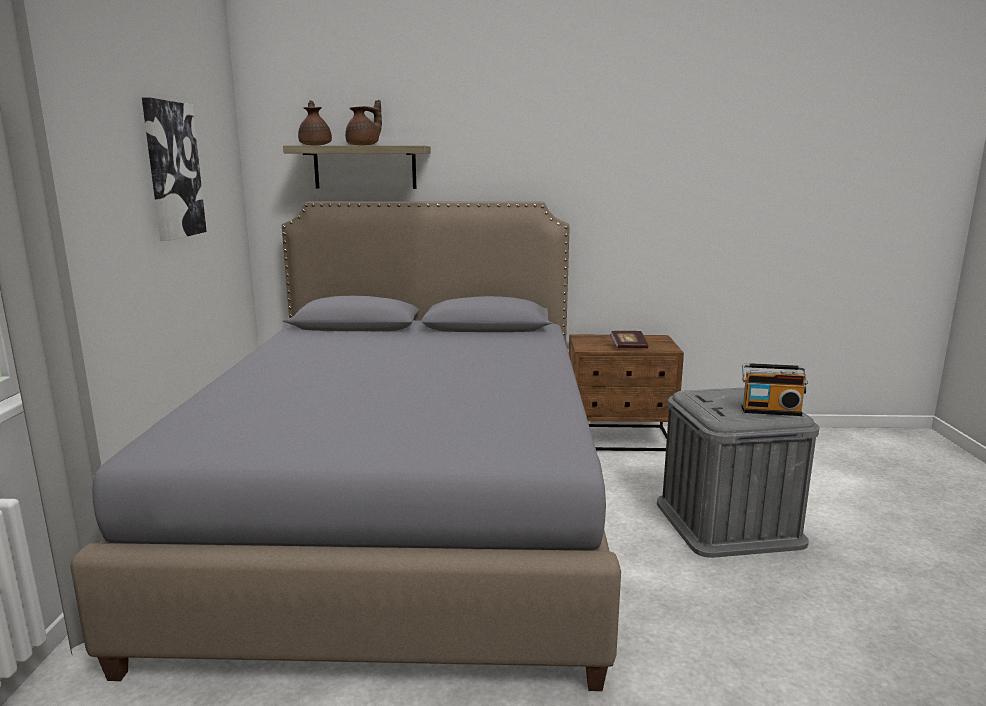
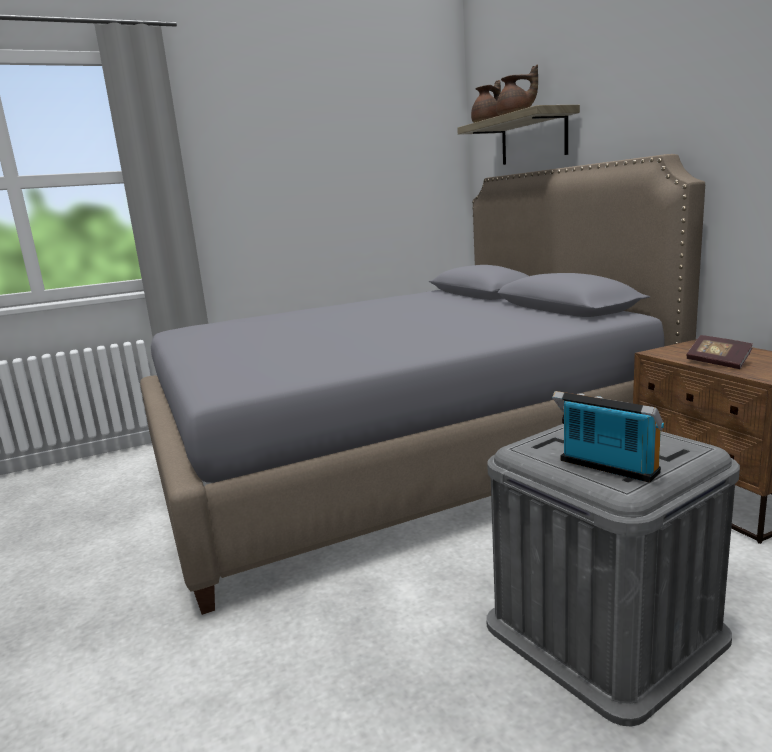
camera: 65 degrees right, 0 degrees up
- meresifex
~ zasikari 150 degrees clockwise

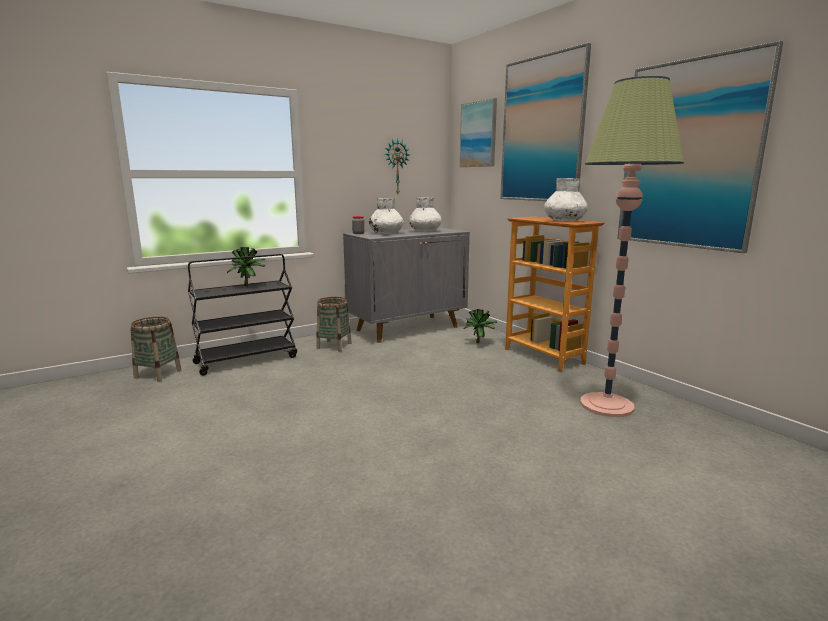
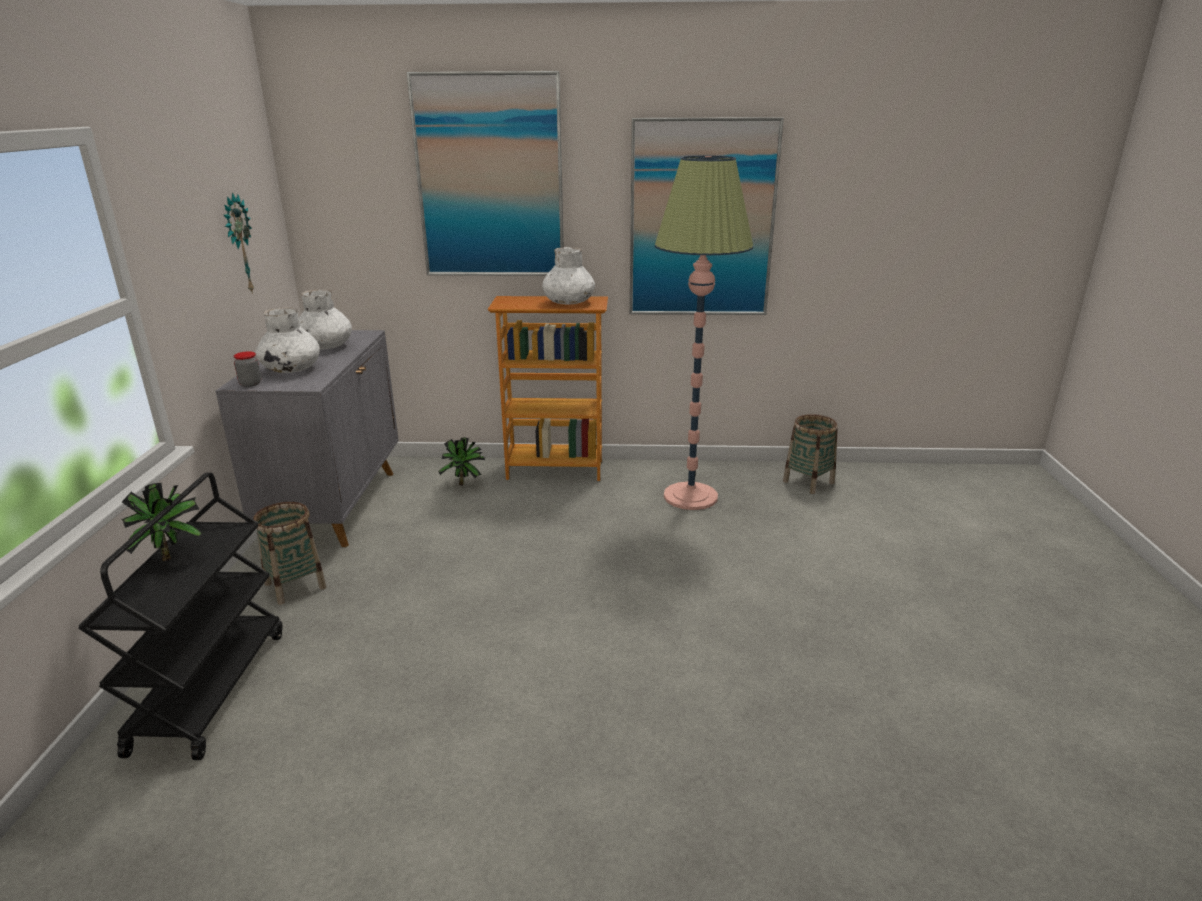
camera: 55 degrees left, 10 degrees up
~ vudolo (1st from left in the first image) to vudolo (2nd from left)
- meresifex (1st from left)

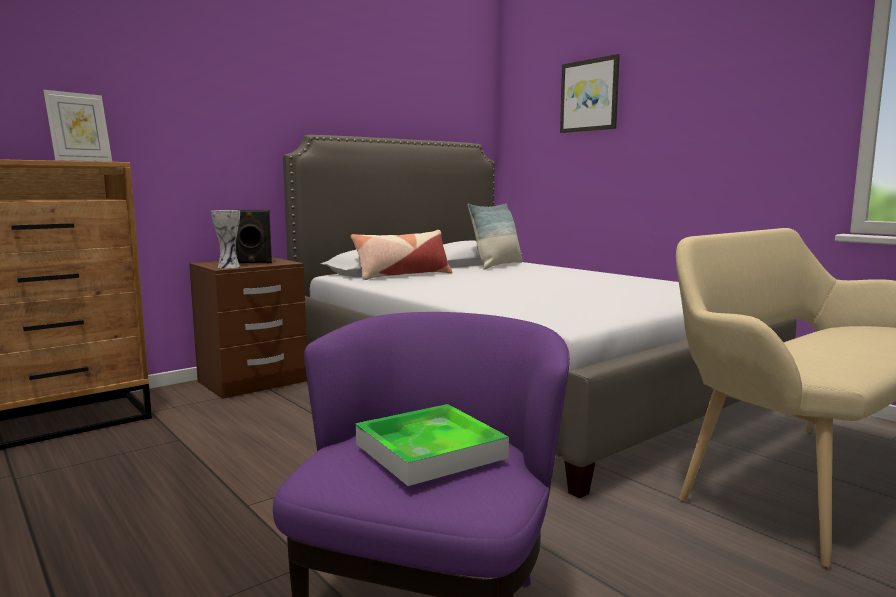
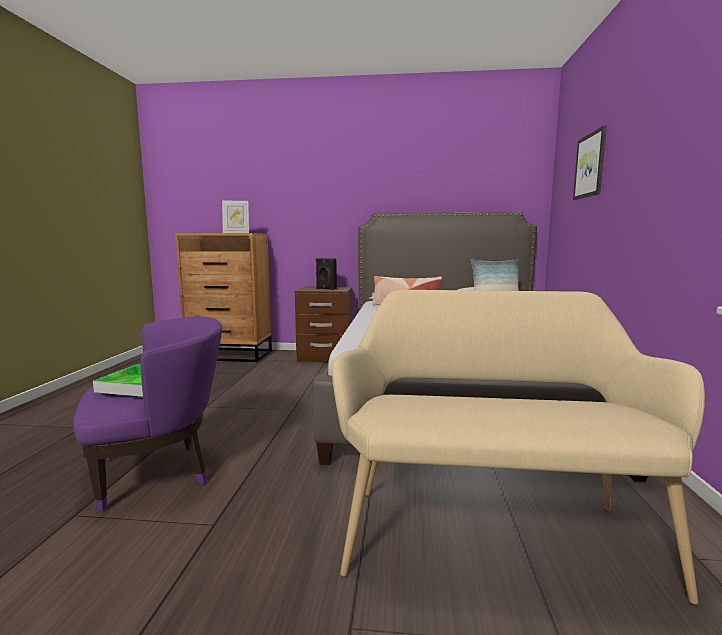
camera: 45 degrees right, 0 degrees up
- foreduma

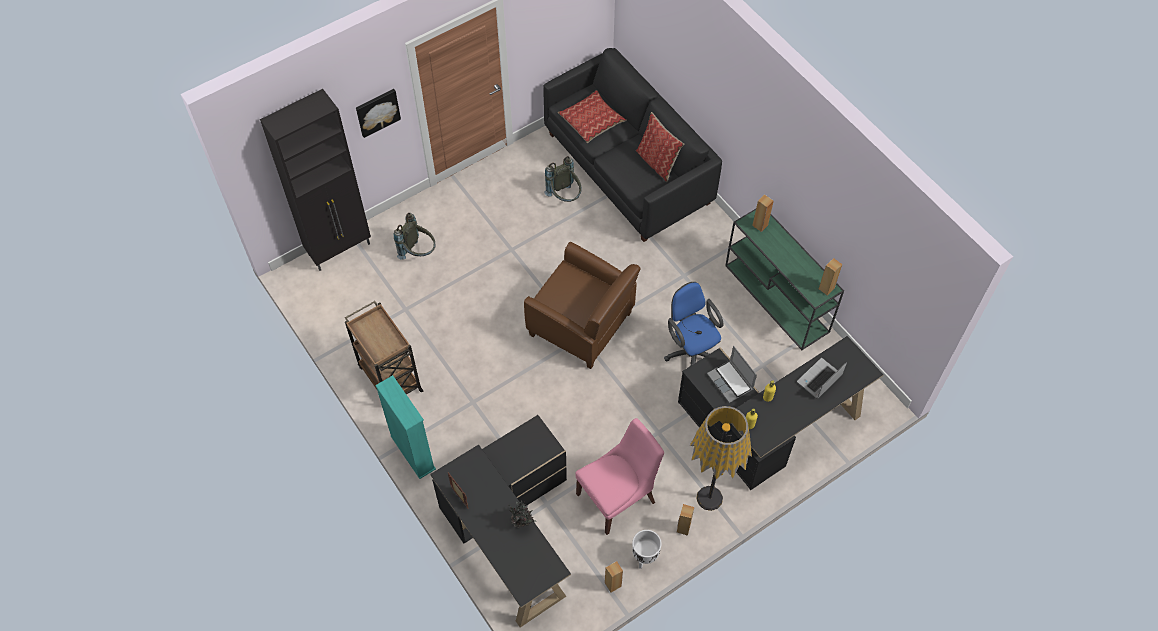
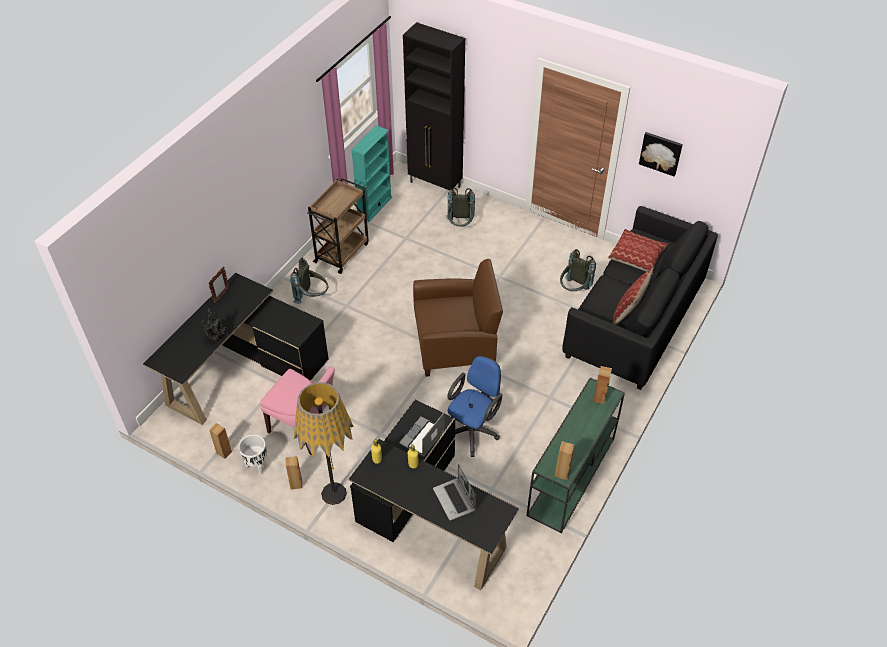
camera: 65 degrees right, 10 degrees down
~ meresifex
~ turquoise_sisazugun
~ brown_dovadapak 105 degrees counterclockwise
~ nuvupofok (2nd from left) 135 degrees counterclockwise
+ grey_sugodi (1st from left)

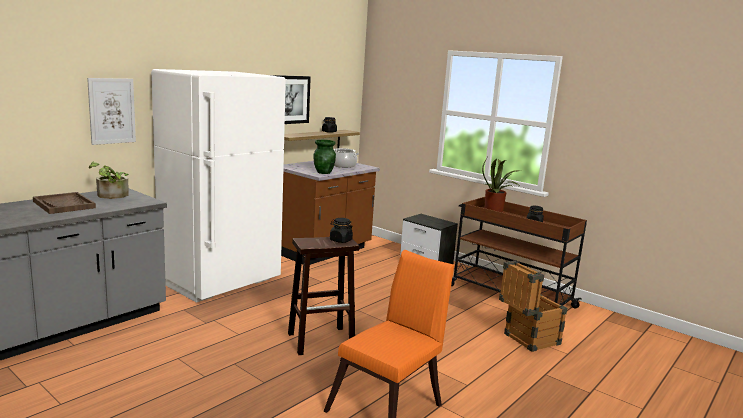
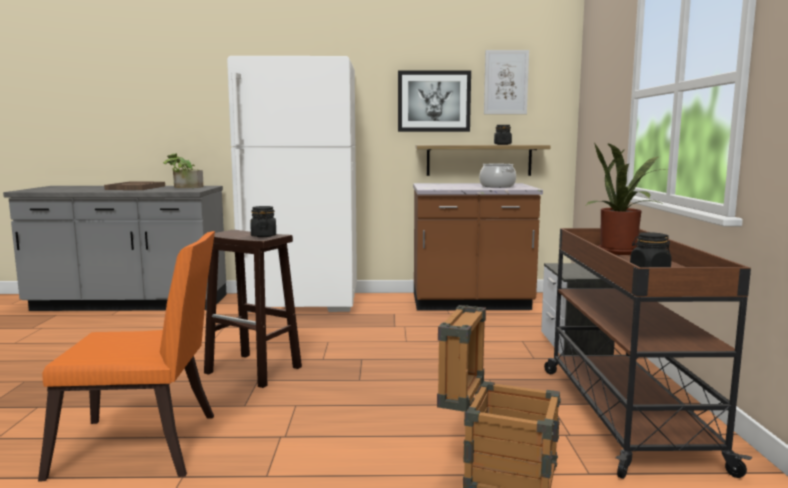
camera: 50 degrees right, 5 degrees down
~ meresifex (1st from left in the first image) to meresifex (2nd from left)
- green_foreduma

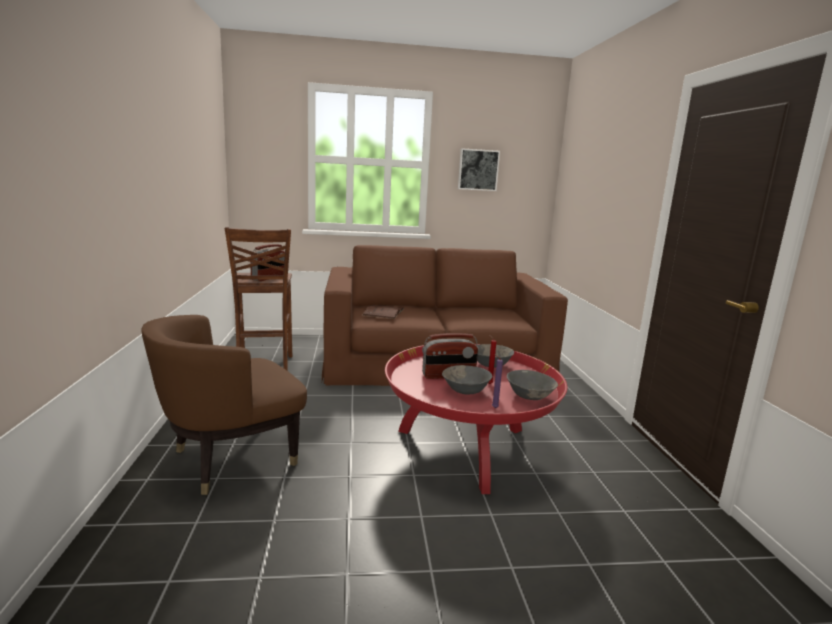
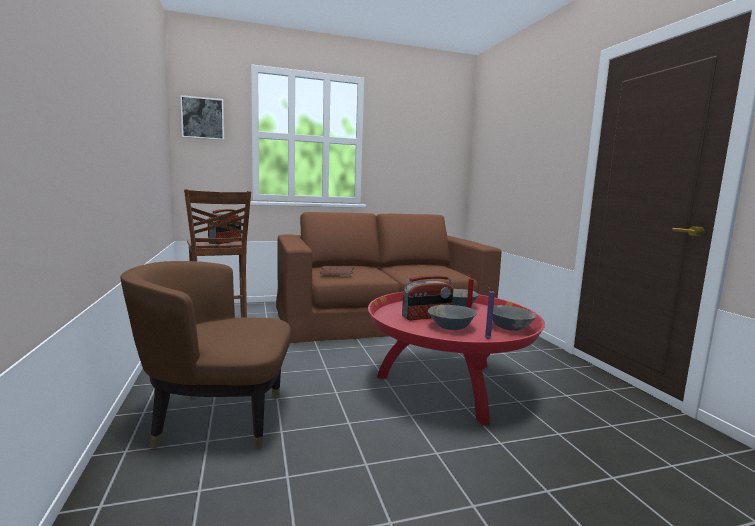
camera: 10 degrees left, 5 degrees down
~ brown_dovadapak 45 degrees clockwise
~ meresifex

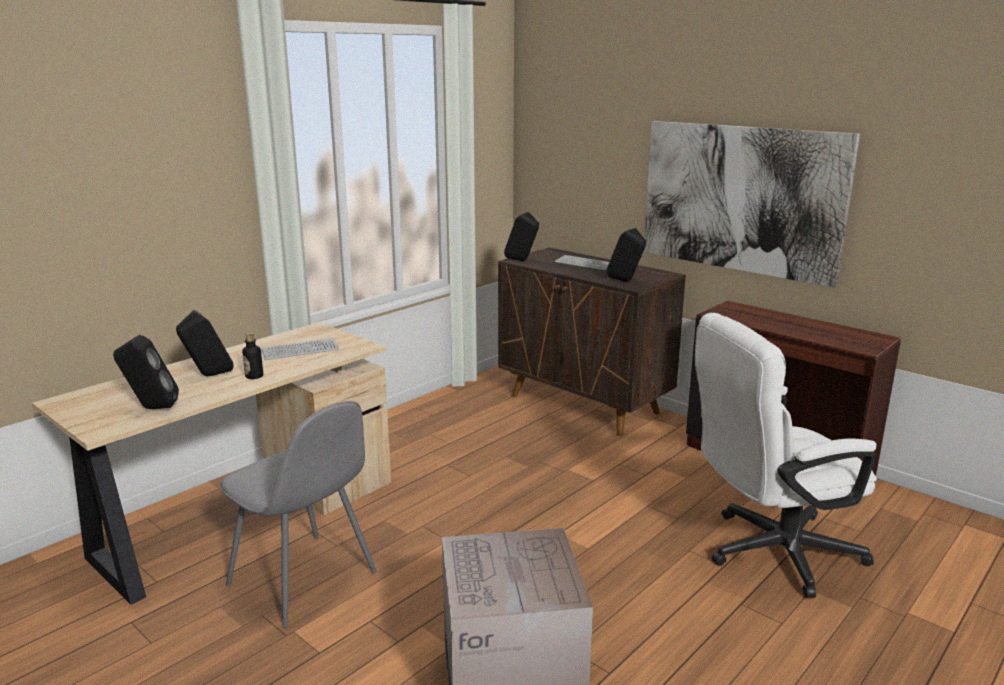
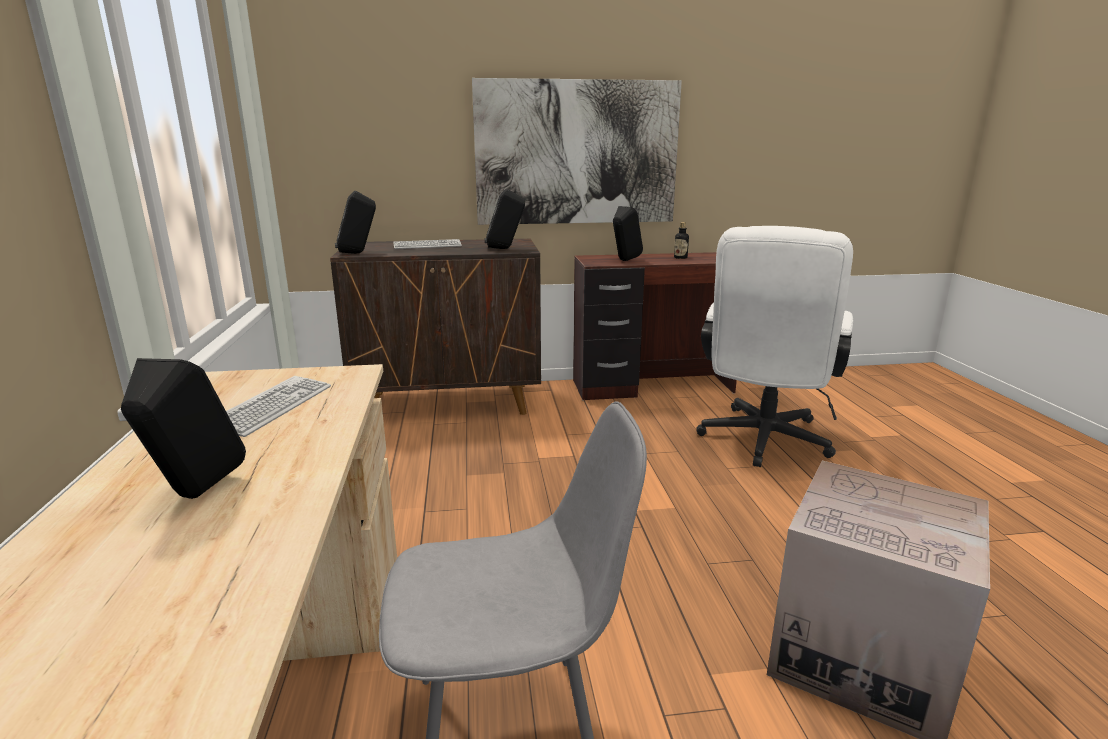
camera: 50 degrees left, 0 degrees up
~ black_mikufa (1st from left in the first image) to black_mikufa (4th from left)
~ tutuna

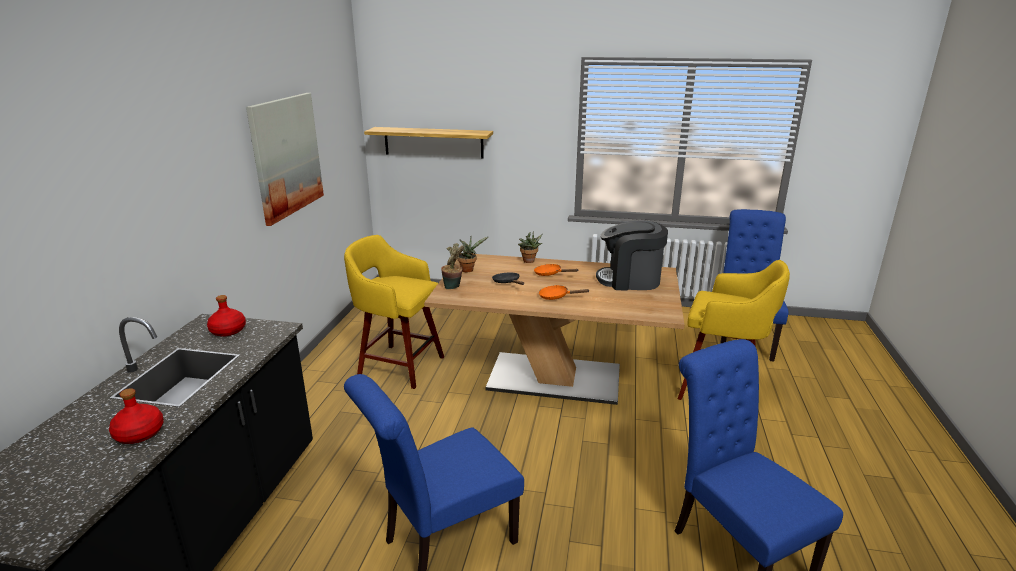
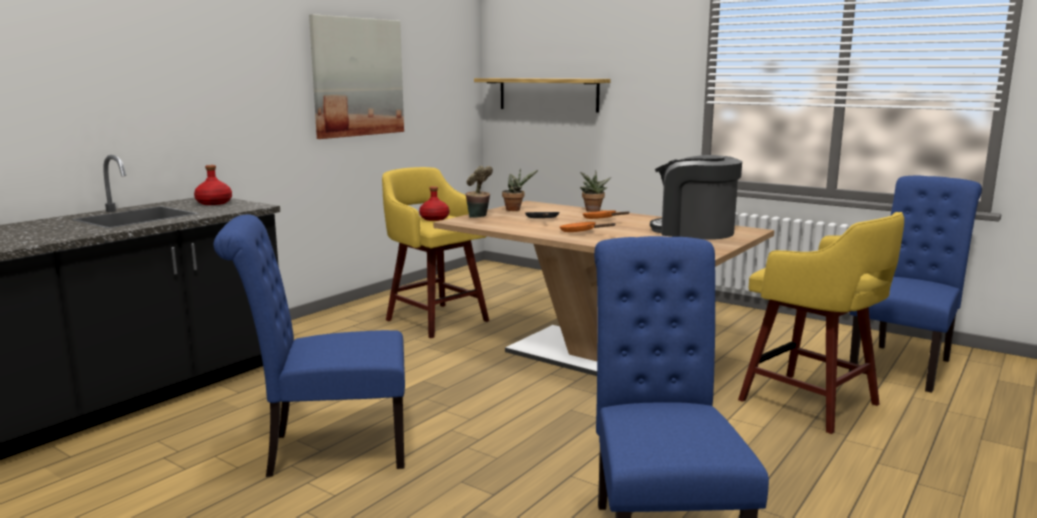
camera: 25 degrees right, 10 degrees down
~ red_tutuna (1st from left in the first image) to red_tutuna (2nd from left)

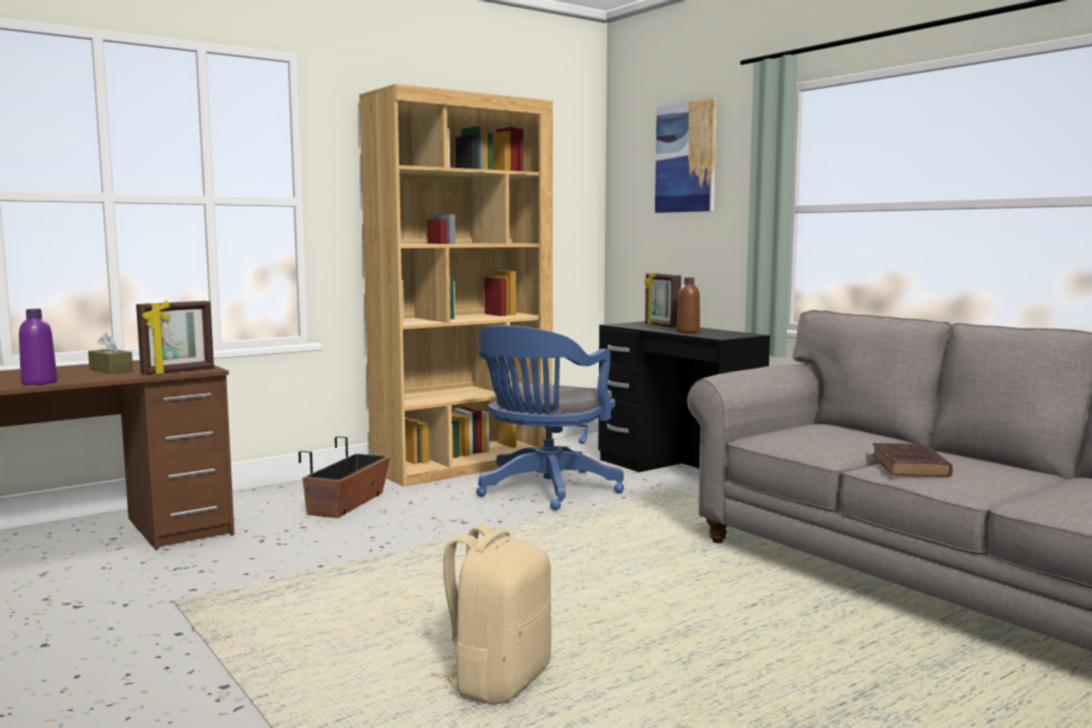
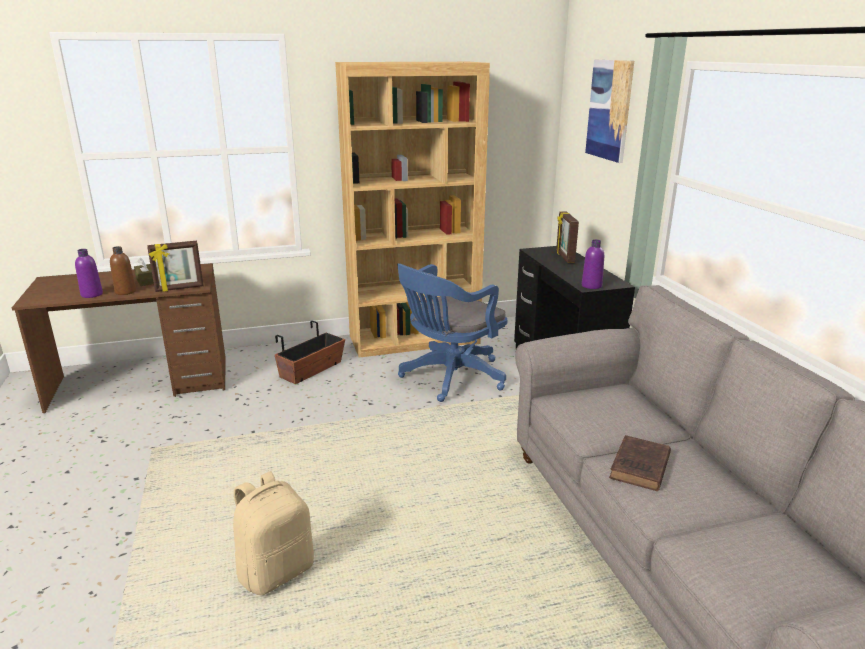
camera: 20 degrees right, 15 degrees up
~ brown_tutuna
+ purple_tutuna (2nd from left)

